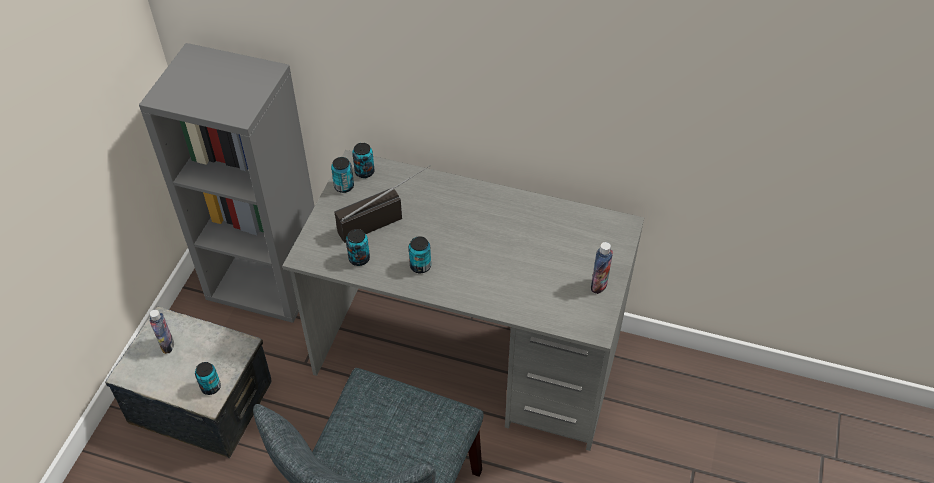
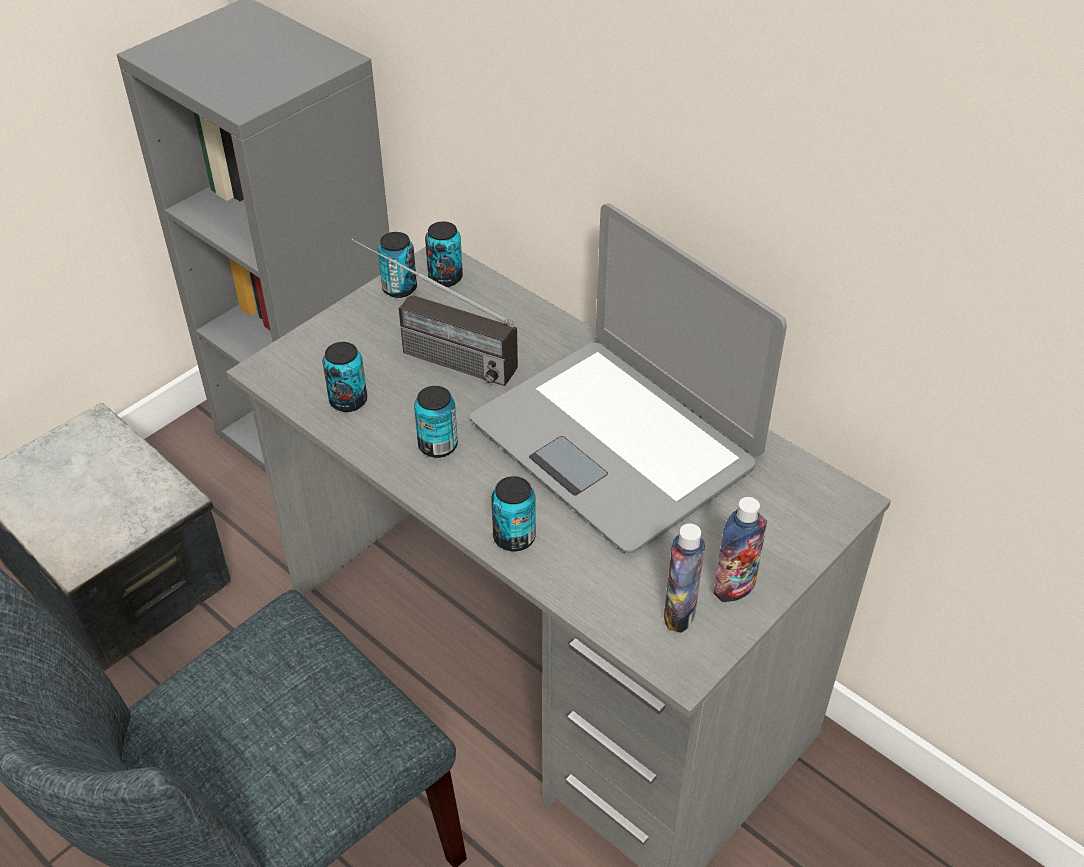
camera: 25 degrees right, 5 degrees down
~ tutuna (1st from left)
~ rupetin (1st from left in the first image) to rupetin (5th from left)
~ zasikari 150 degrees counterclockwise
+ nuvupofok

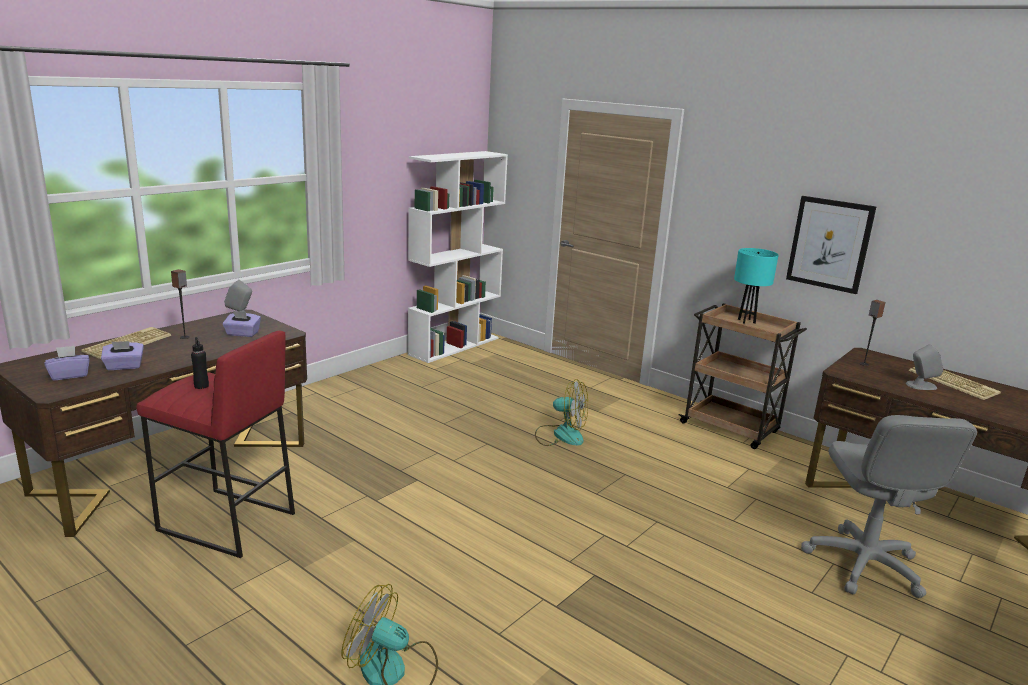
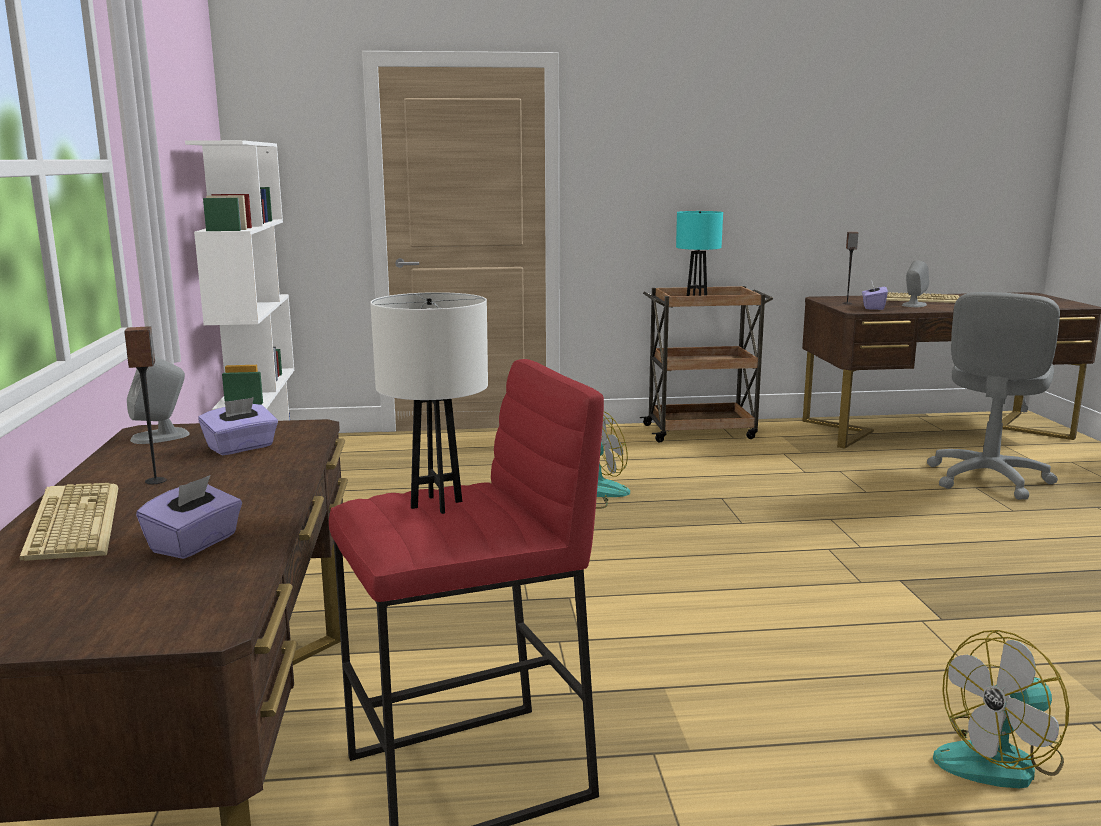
camera: 45 degrees left, 5 degrees down
~ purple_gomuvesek (1st from left in the first image) to purple_gomuvesek (3rd from left)
~ black_tutuna to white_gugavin
- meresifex
~ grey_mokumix 75 degrees clockwise

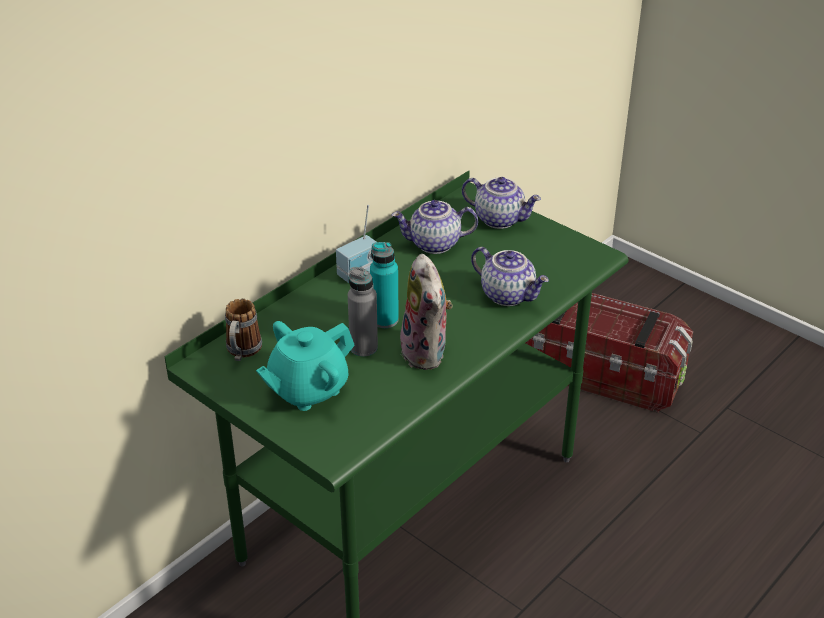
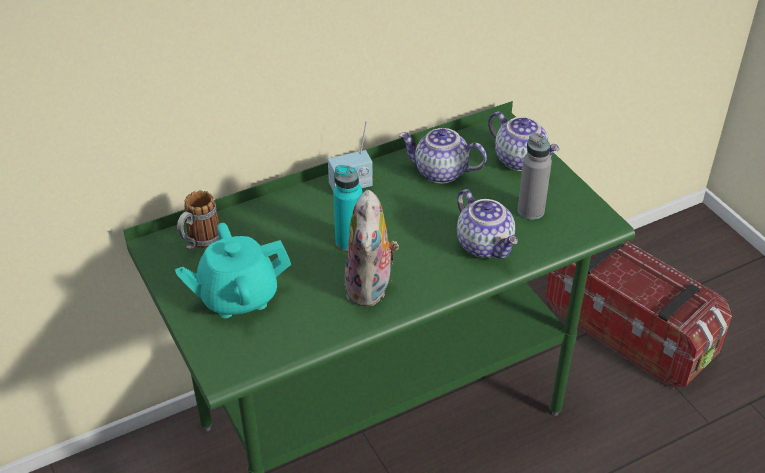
camera: 20 degrees right, 5 degrees up
~ grey_tutuna

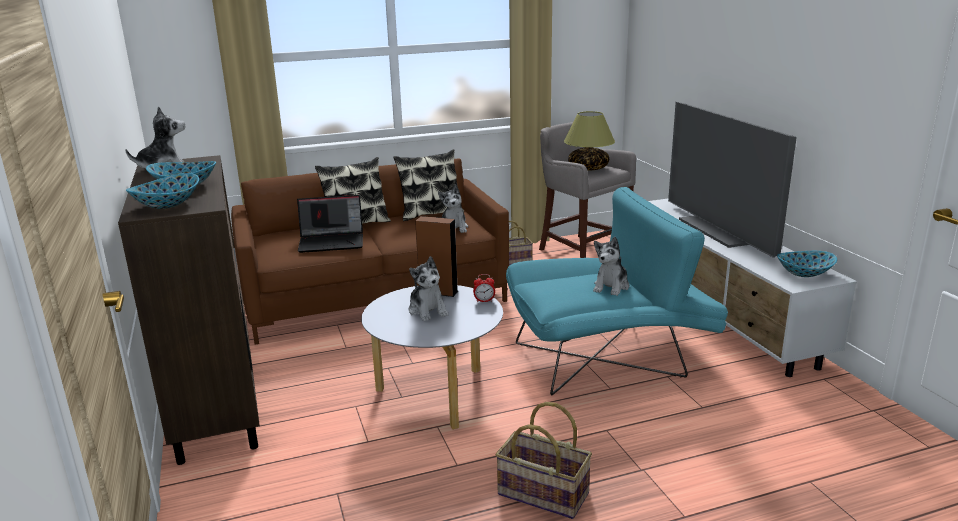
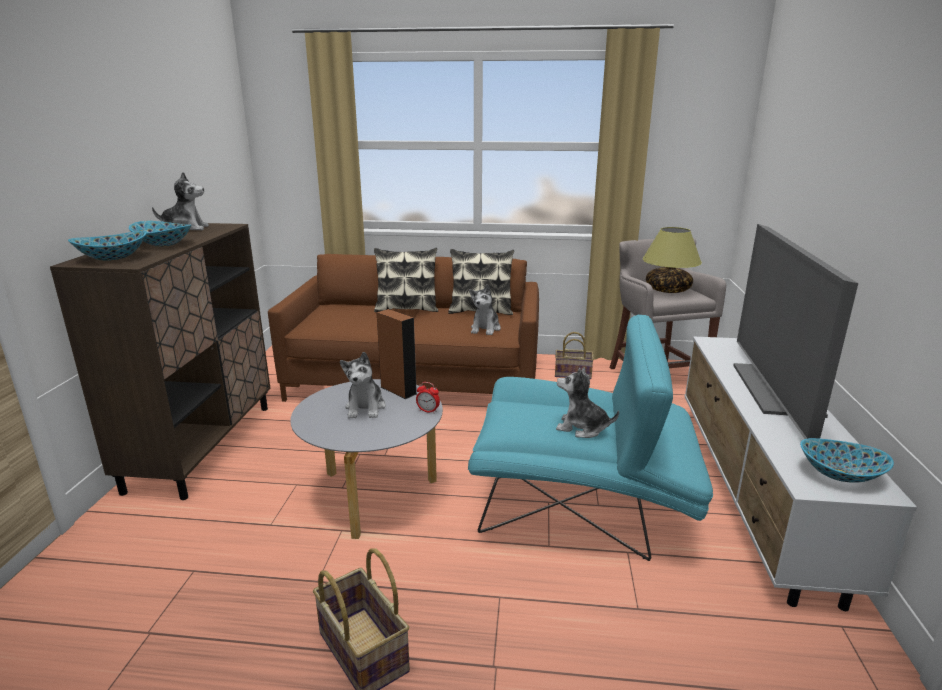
camera: 25 degrees right, 0 degrees up
- nuvupofok
~ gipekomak (4th from left) 60 degrees clockwise

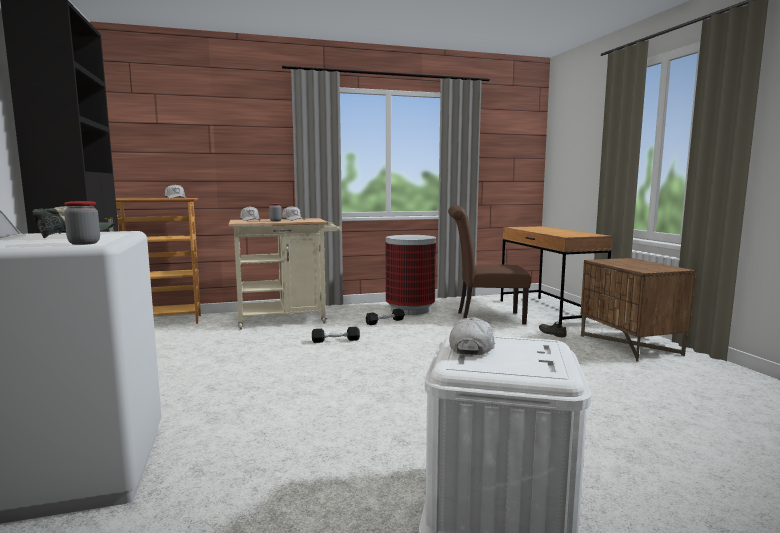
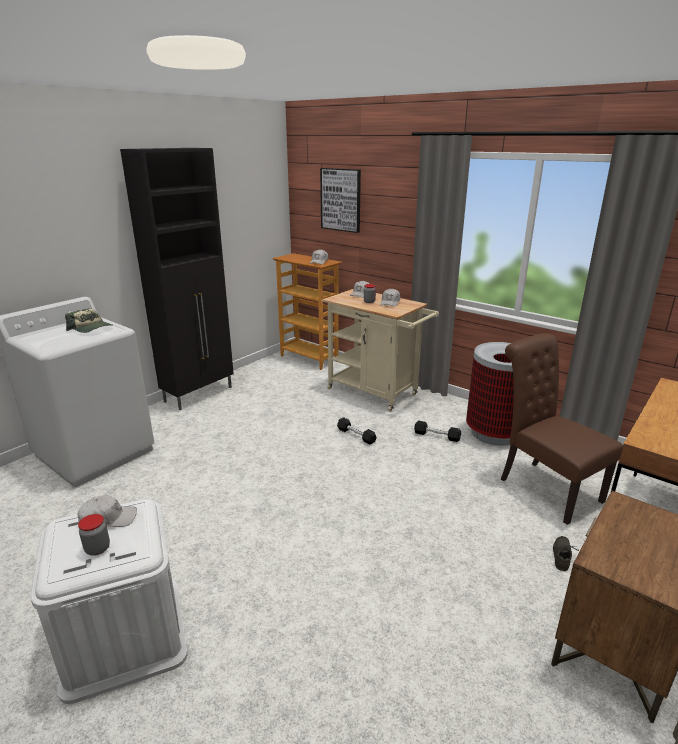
camera: 55 degrees right, 15 degrees up
~ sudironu (1st from left)
+ meresifex

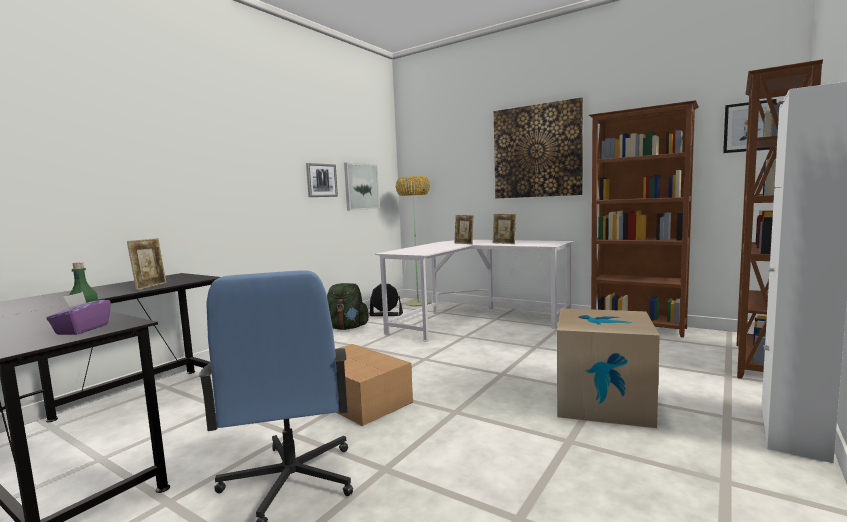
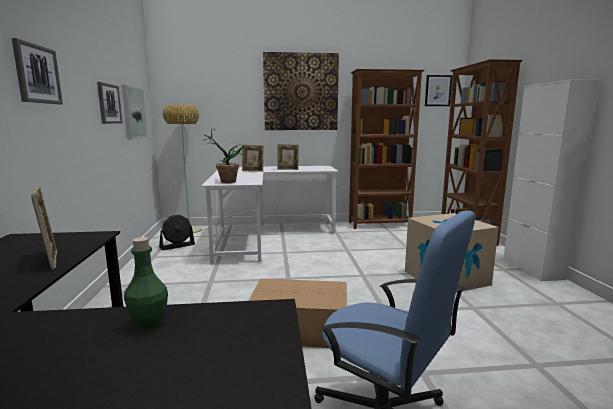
camera: 40 degrees left, 5 degrees up
- purple_gomuvesek
- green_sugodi
+ meresifex (1st from left)
+ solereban

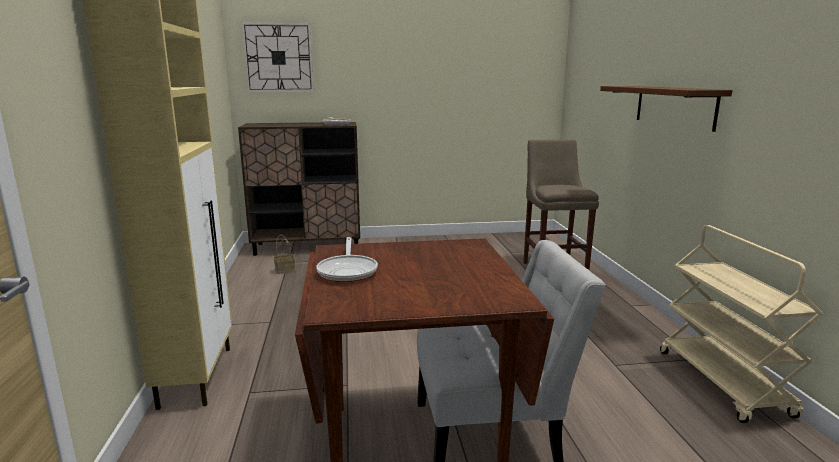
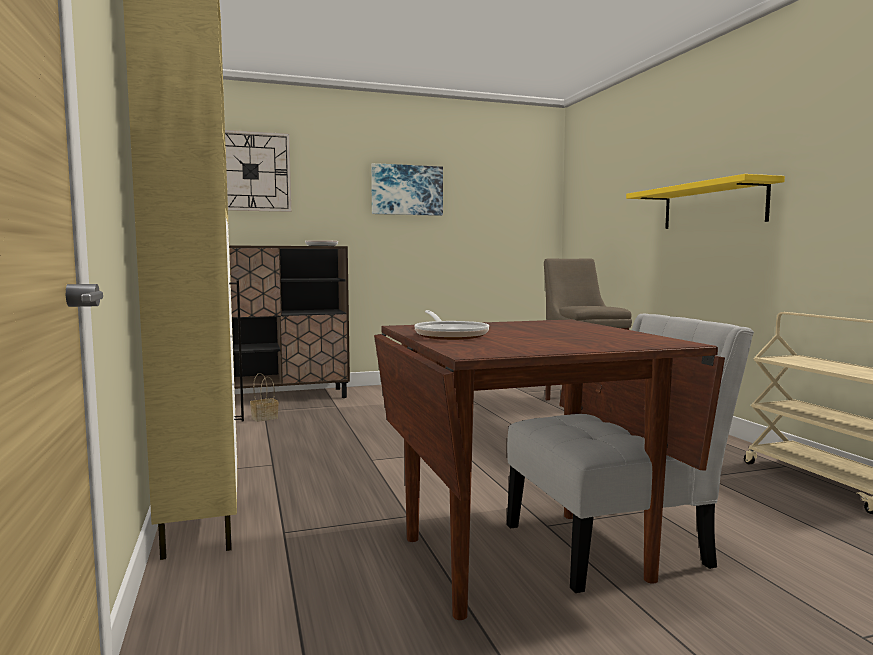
camera: 10 degrees left, 10 degrees down
~ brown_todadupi to yellow_todadupi
+ meresifex

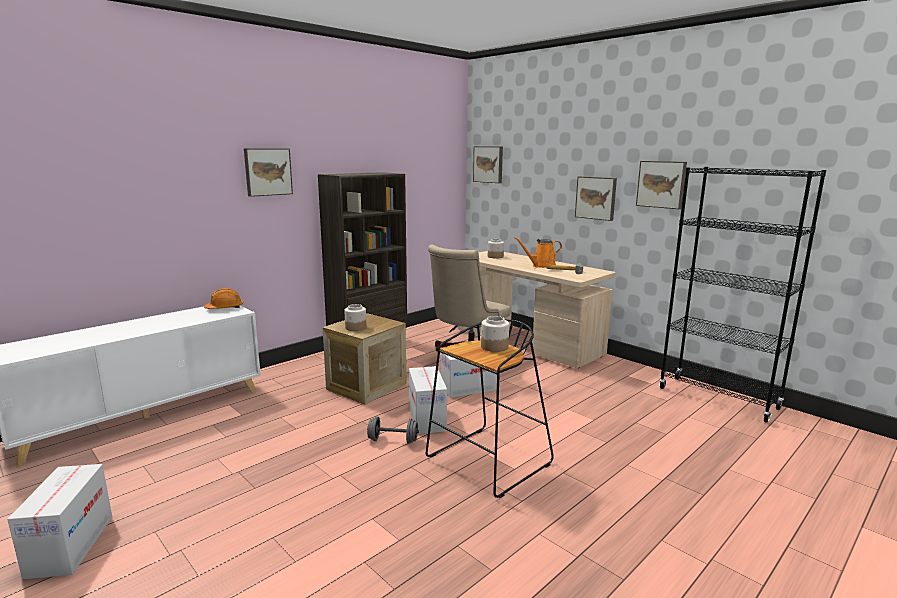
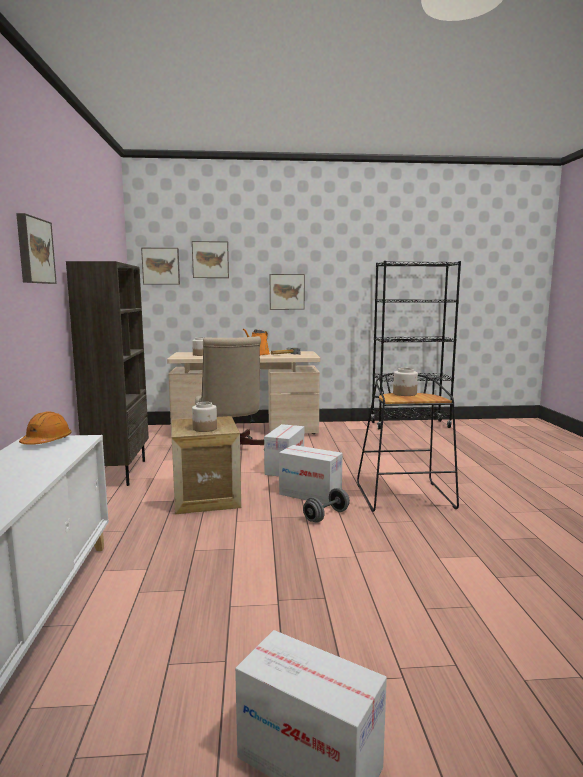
camera: 50 degrees left, 5 degrees down
~ meresifex (4th from left in the first image) to meresifex (3rd from left)

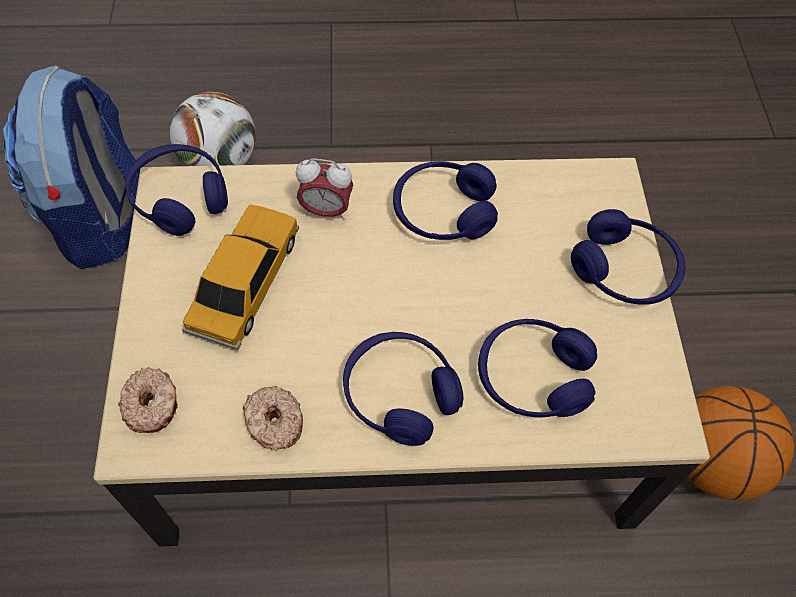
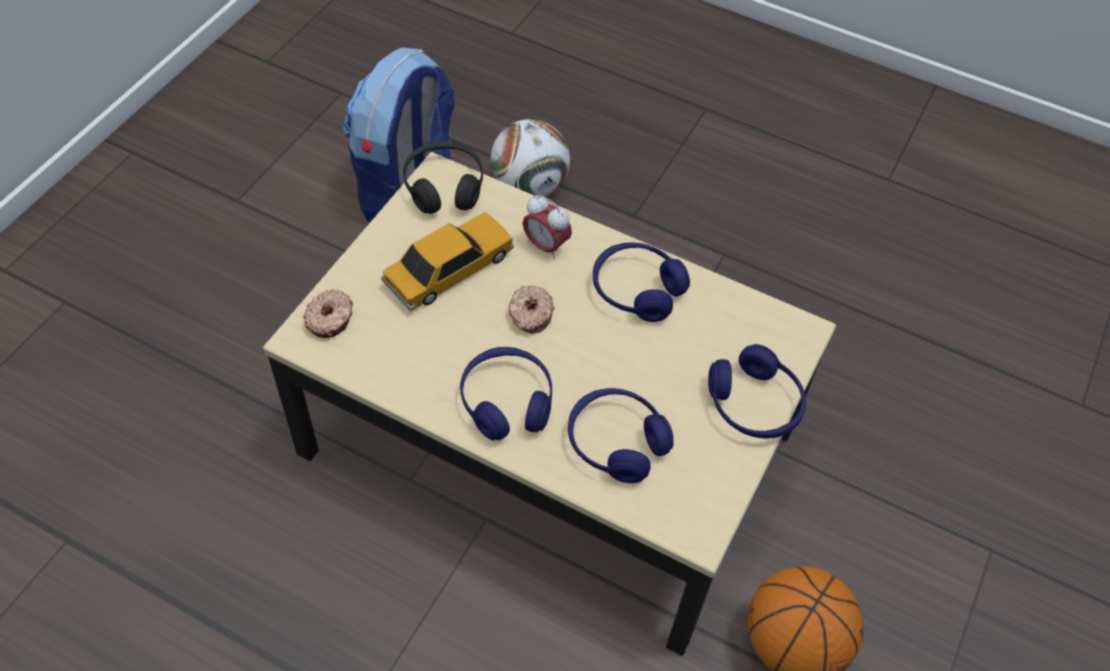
camera: 30 degrees right, 5 degrees down
~ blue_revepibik (1st from left) to black_revepibik
~ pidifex (2nd from left)

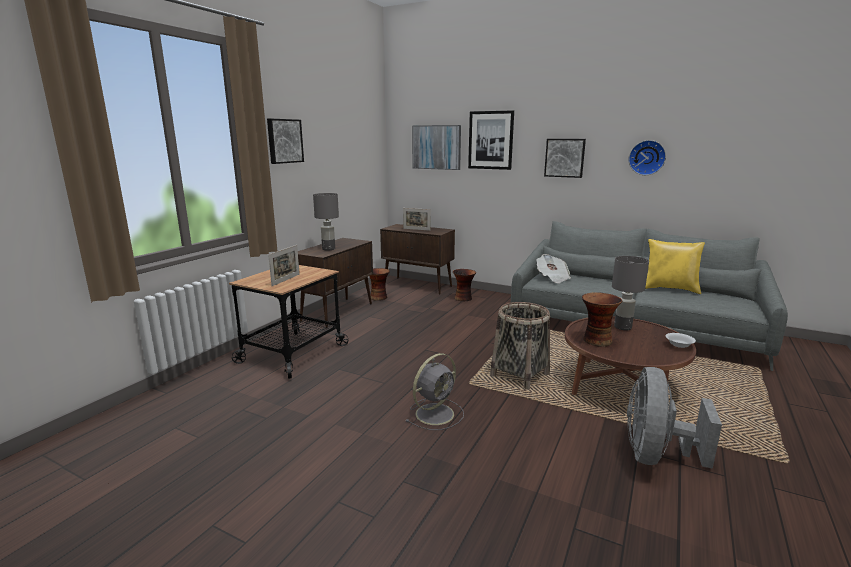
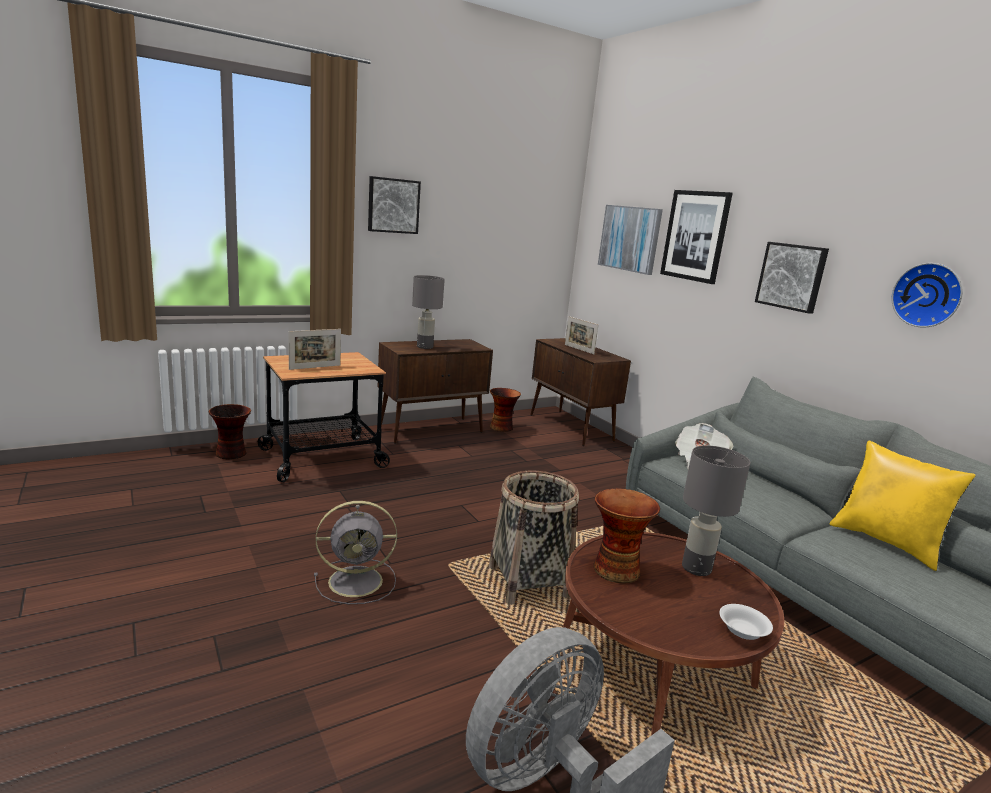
camera: 30 degrees right, 0 degrees up
~ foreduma (2nd from left in the first image) to foreduma (1st from left)

